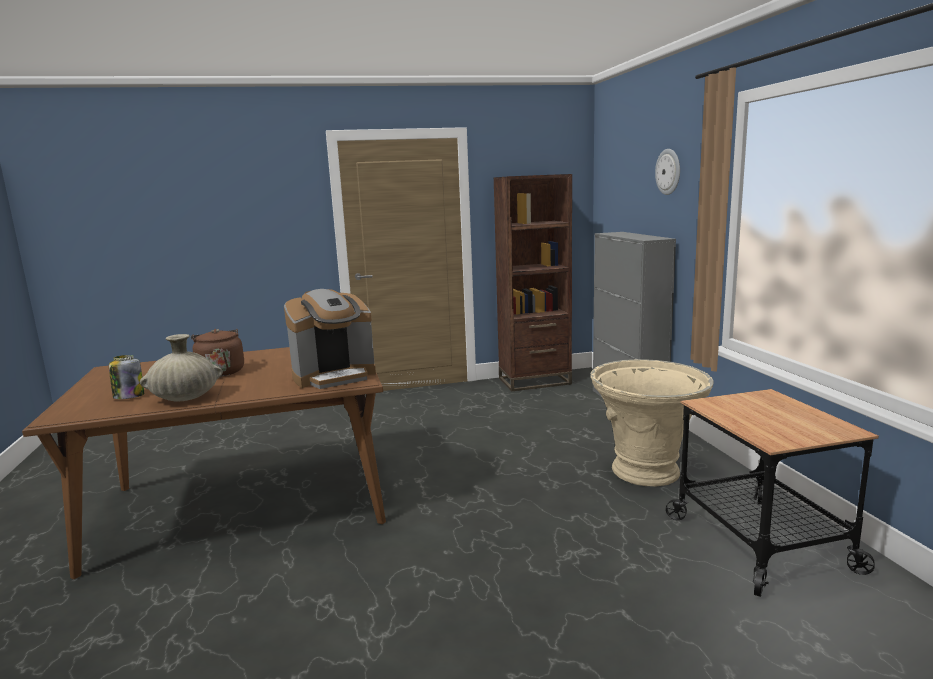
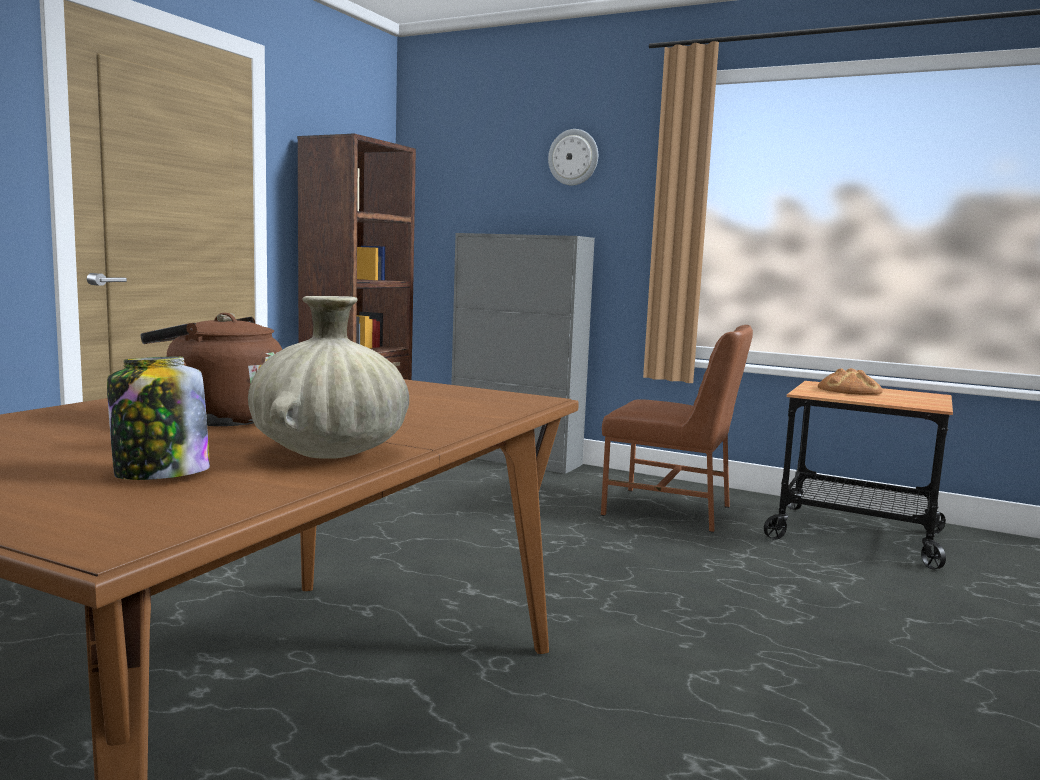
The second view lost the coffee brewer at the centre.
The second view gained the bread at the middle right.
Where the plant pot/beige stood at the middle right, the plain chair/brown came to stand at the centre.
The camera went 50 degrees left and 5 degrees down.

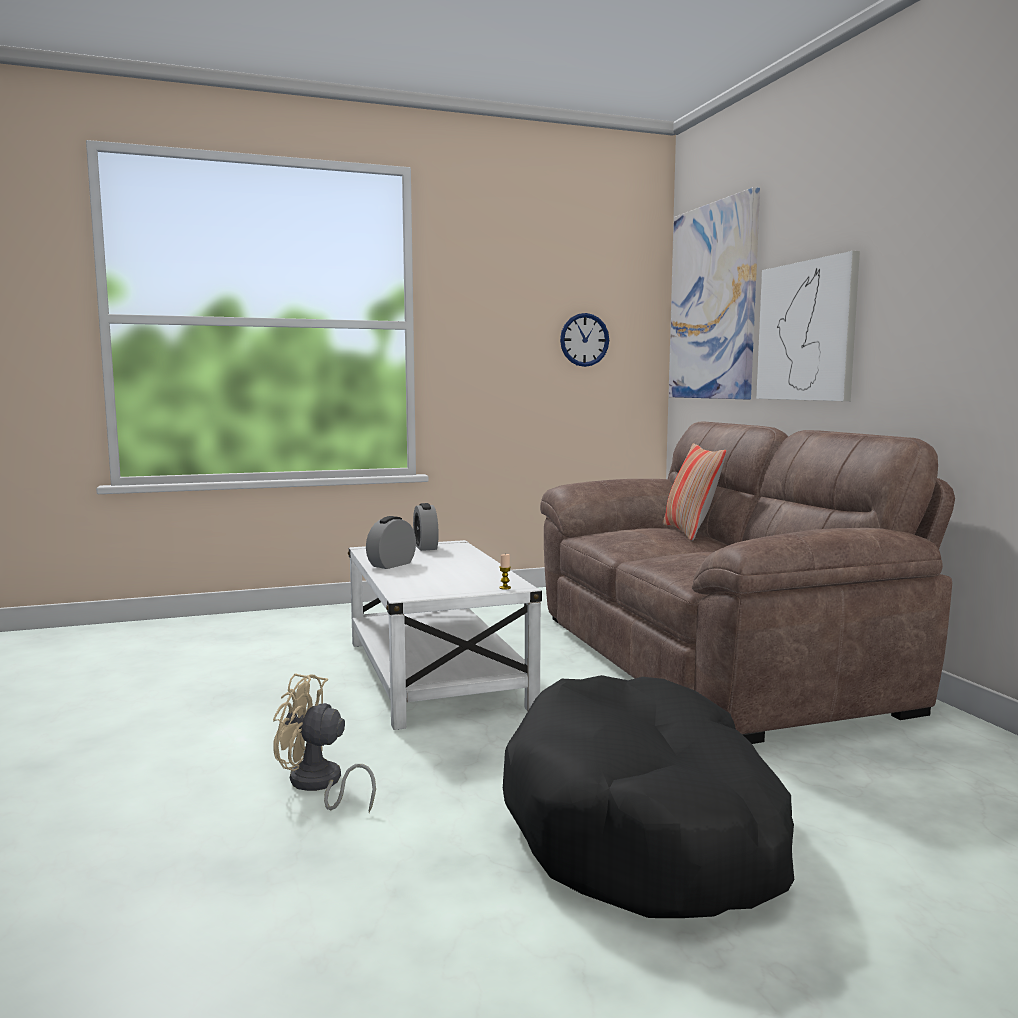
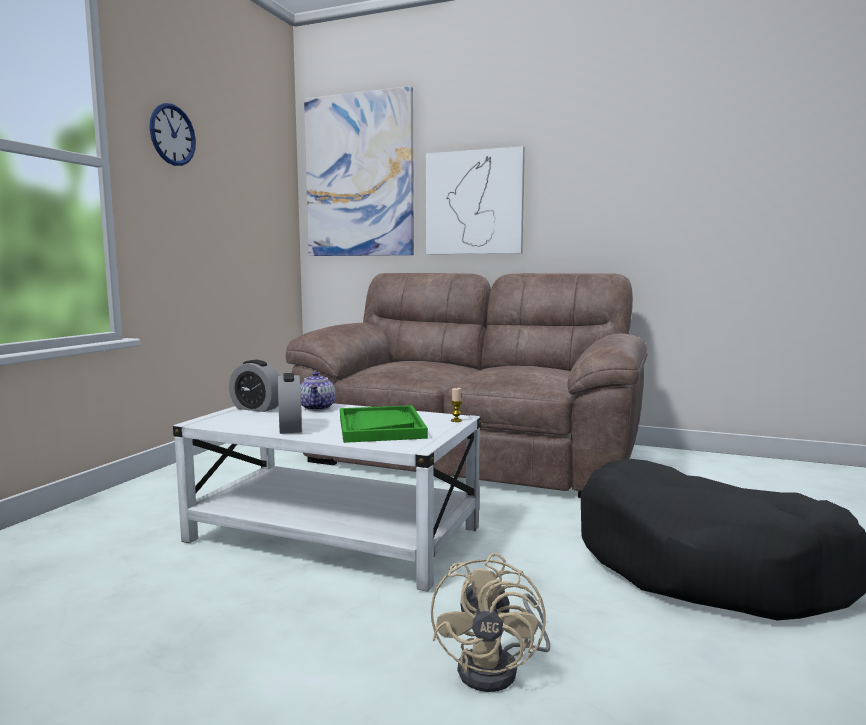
The second view lost the pillow at the middle right.
The second view gained the teapot at the centre.
The second view gained the carrying tray/green-coloured at the centre.
The hanging clock ended up elsewhere, having gone from the centre to the top left.
The fan/beige at the bottom left ended up facing another way, 45 degrees counterclockwise from before.
The camera went 50 degrees left and 0 degrees up.

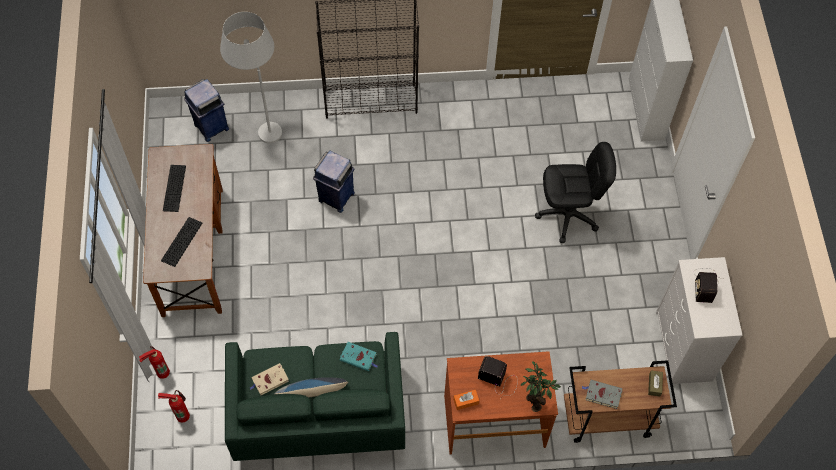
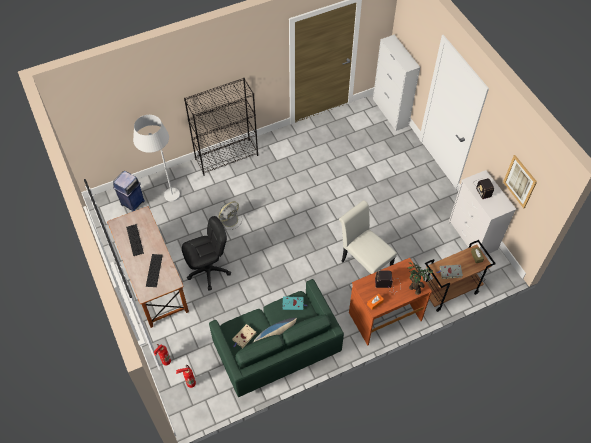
The second view gained the plain chair/white-coloured at the centre.
The second view gained the picture at the middle right.
The desk chair/black ended up elsewhere, having gone from the middle right to the centre.
Where the trash can/blue-coloured (2nd from left) stood at the centre, the fan/grey came to stand at the centre.
The camera went 20 degrees left and 5 degrees down.

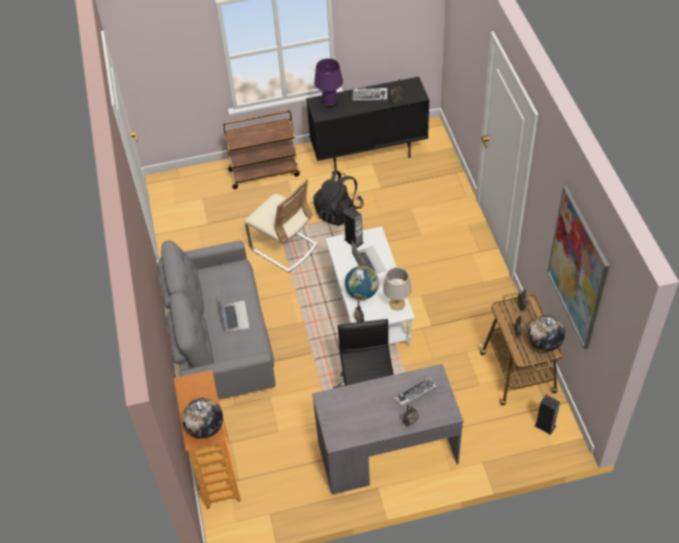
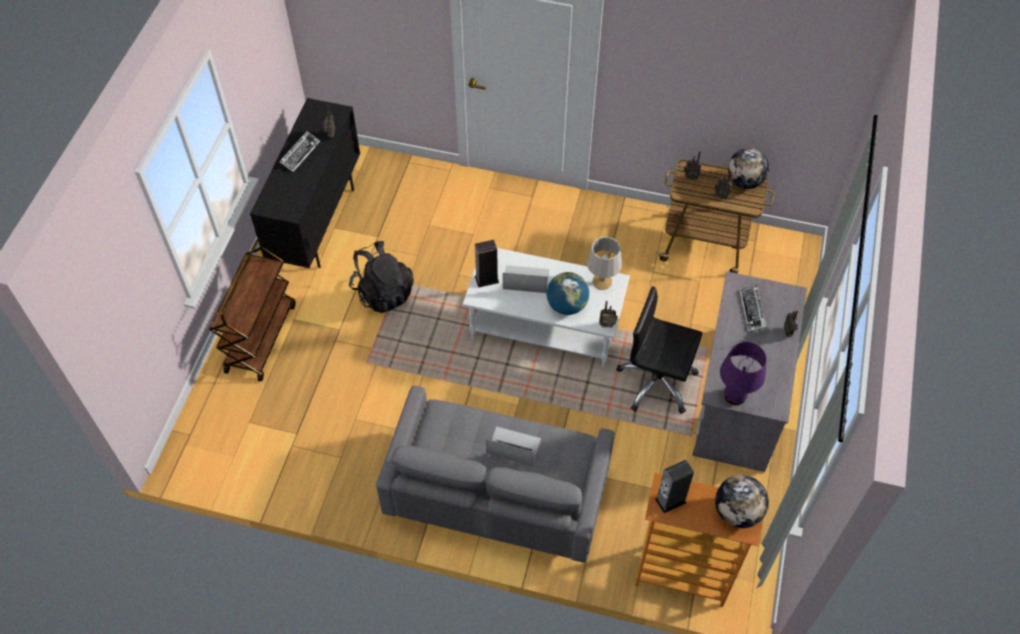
The second view lost the plain chair/beige at the centre.
The second view lost the picture at the middle right.
The table lamp/purple ended up elsewhere, having gone from the top centre to the middle right.
The loudspeaker (2nd from left) ended up elsewhere, having gone from the bottom right to the bottom centre.
The camera went 65 degrees left and 5 degrees up.

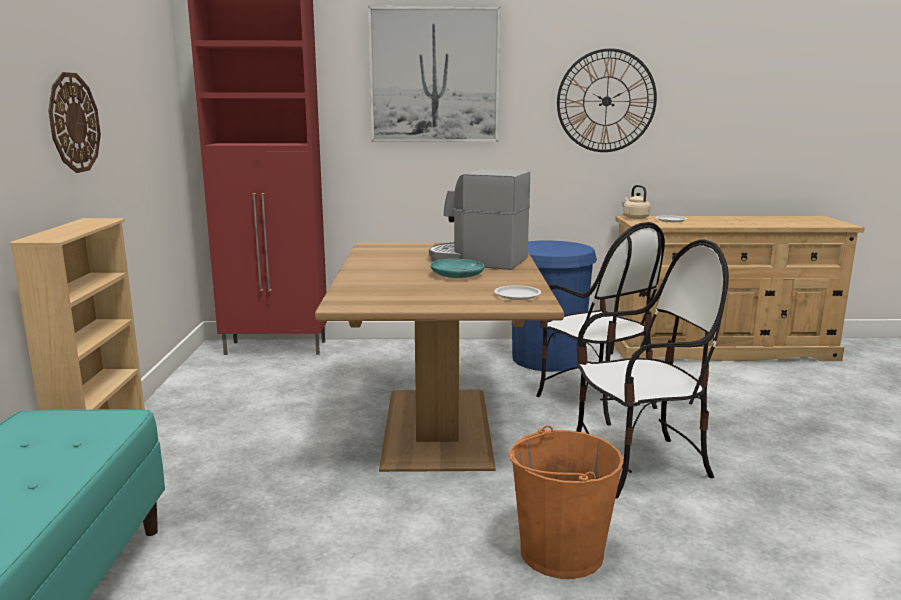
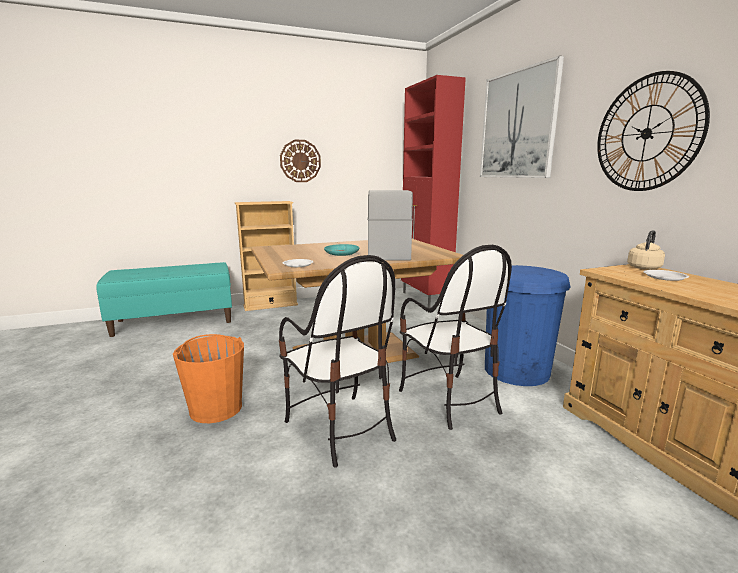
The plain chair (1st from left in the first image) at the centre ended up facing another way, 60 degrees counterclockwise from before.
The camera went 70 degrees right and 0 degrees up.

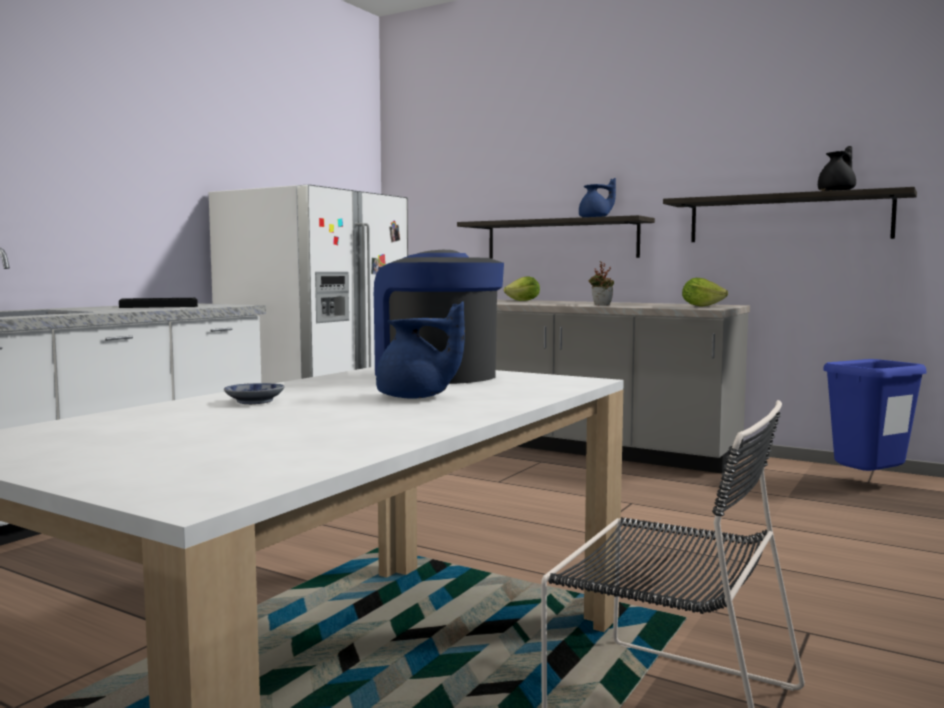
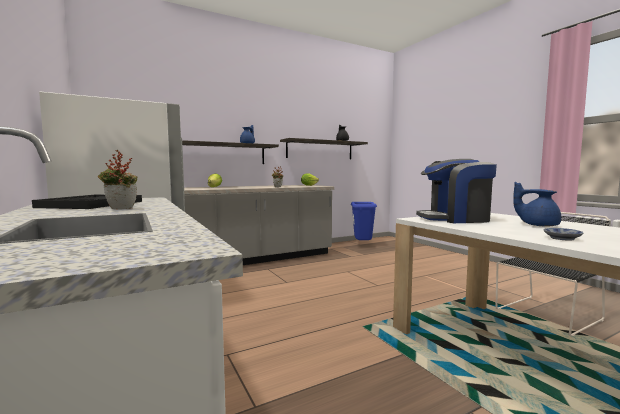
The second view gained the houseplant (1st from left) at the middle left.
The teapot/blue-coloured (1st from left in the first image) at the centre ended up facing another way, 105 degrees counterclockwise from before.
The camera went 60 degrees left and 0 degrees up.

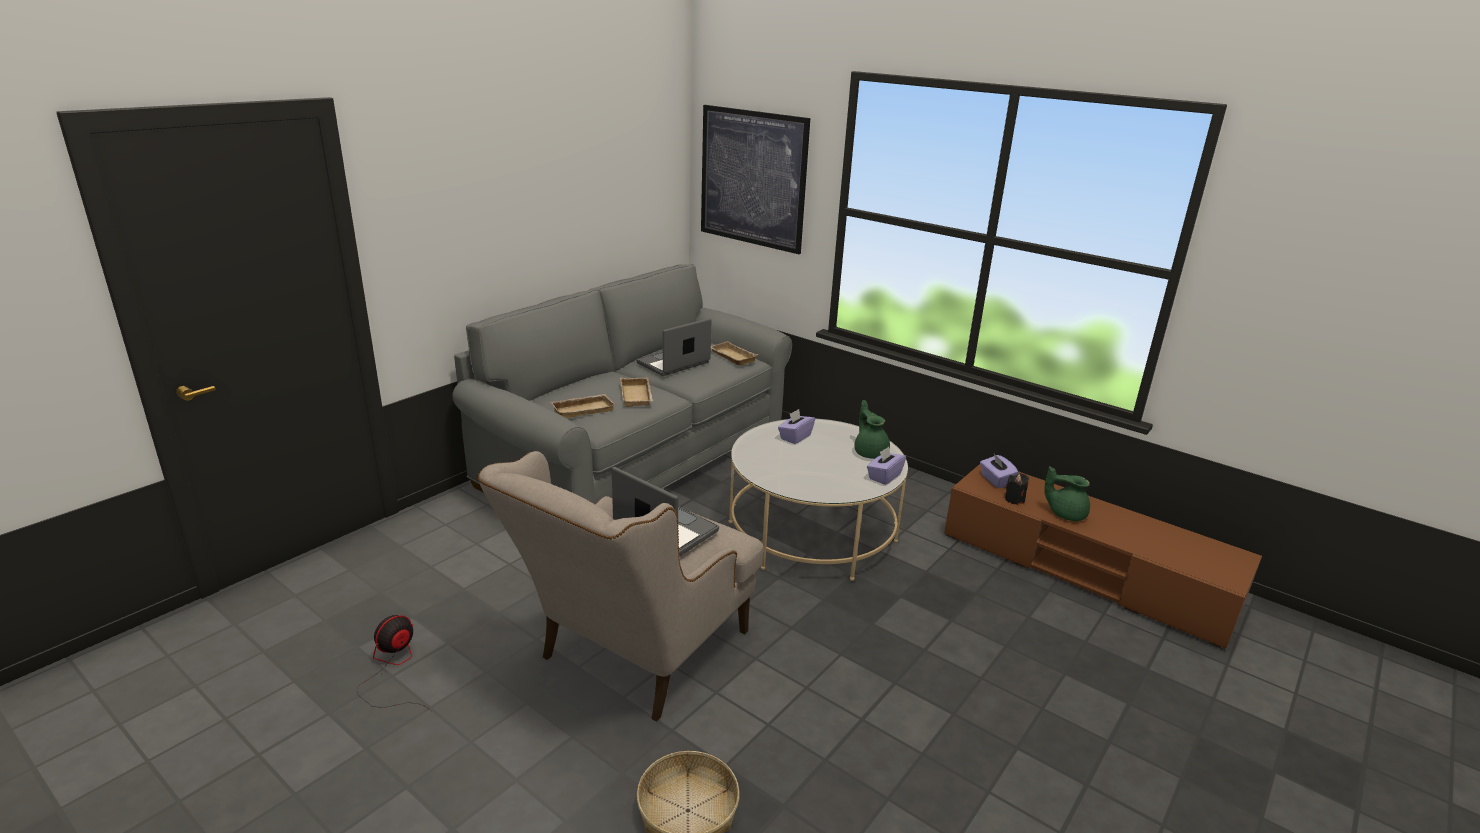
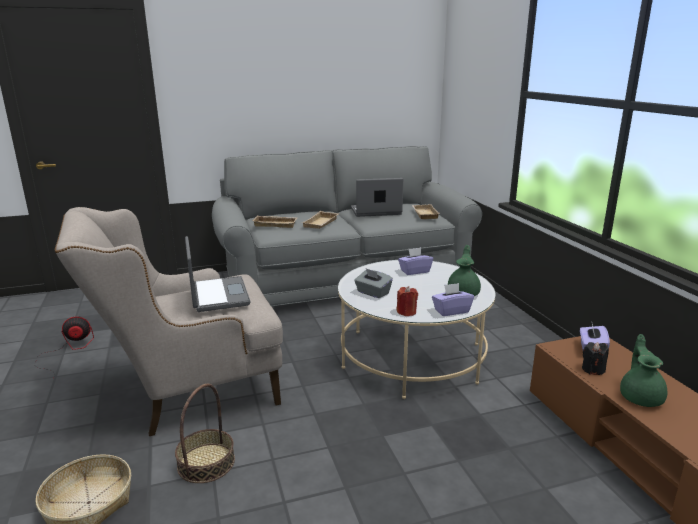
The second view lost the picture at the top centre.
The second view gained the basket (2nd from left) at the bottom left.
The second view gained the tissue box/grey at the centre.
The second view gained the wax light/reddish at the centre.
The teapot/green-coloured (2nd from left) at the middle right ended up facing another way, 45 degrees clockwise from before.
The camera went 35 degrees right and 5 degrees down.

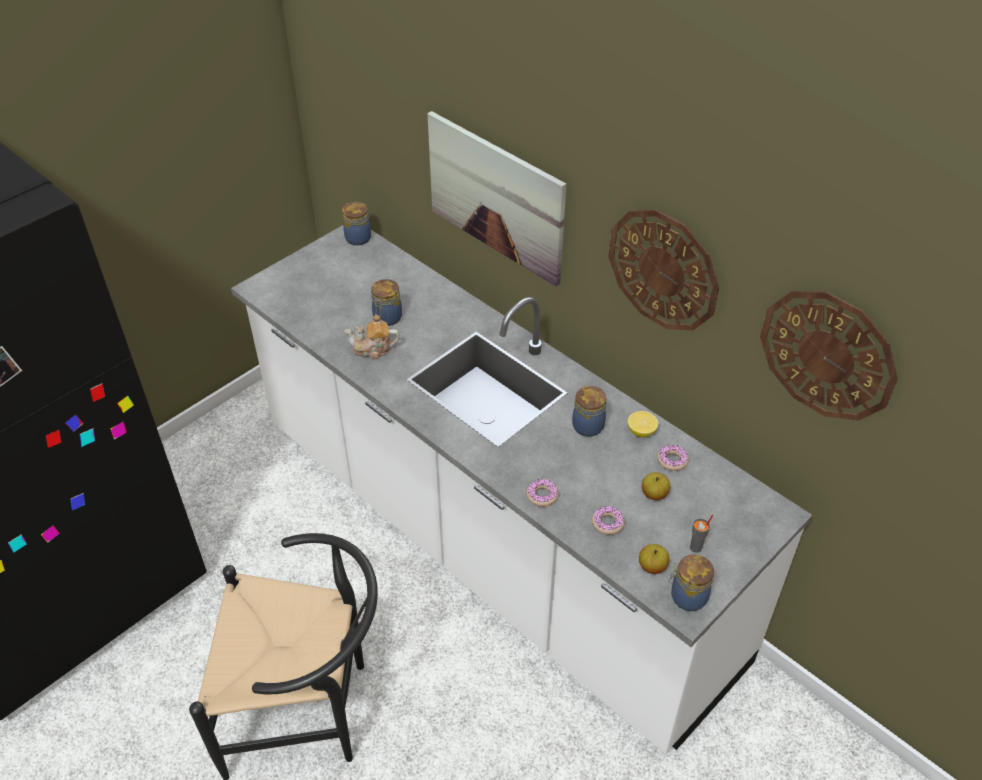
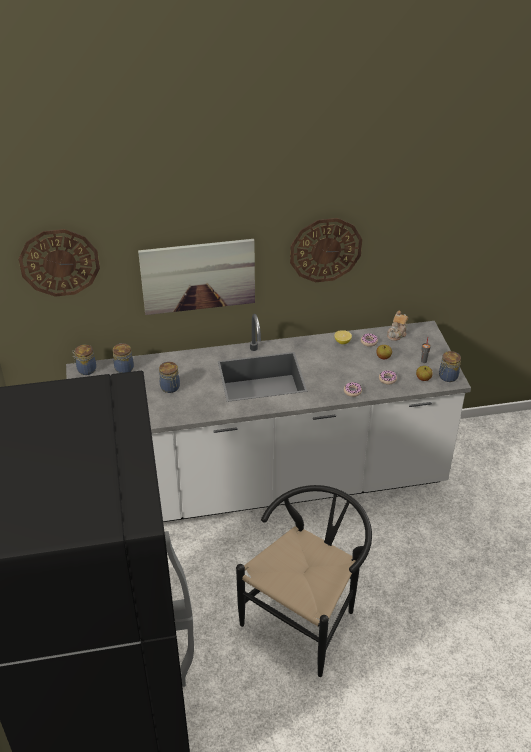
The teapot ended up elsewhere, having gone from the centre to the middle right.
The preserve jar (3rd from left in the first image) ended up elsewhere, having gone from the centre to the middle left.
The hanging clock (2nd from left in the first image) ended up elsewhere, having gone from the middle right to the middle left.
The camera went 55 degrees left and 5 degrees down.

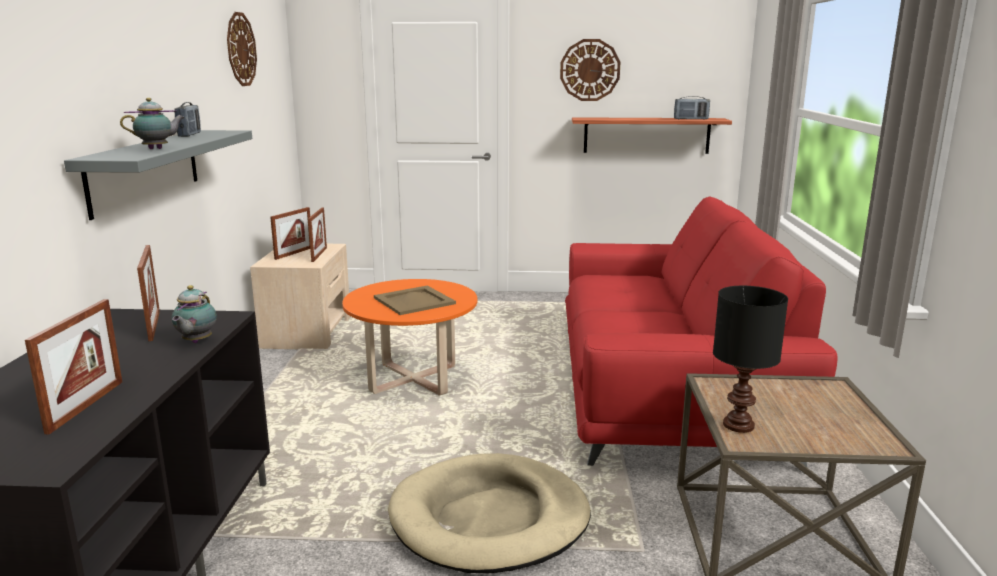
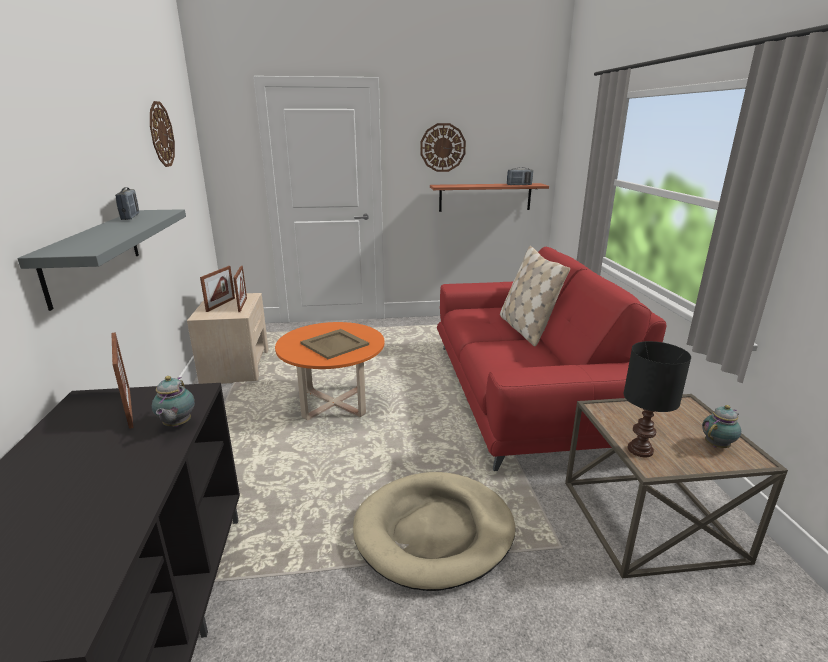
The second view lost the photo frame (1st from left) at the middle left.
The second view gained the pillow/beige at the centre.
The teapot (1st from left in the first image) ended up elsewhere, having gone from the top left to the middle right.
The camera went 10 degrees left and 5 degrees up.

